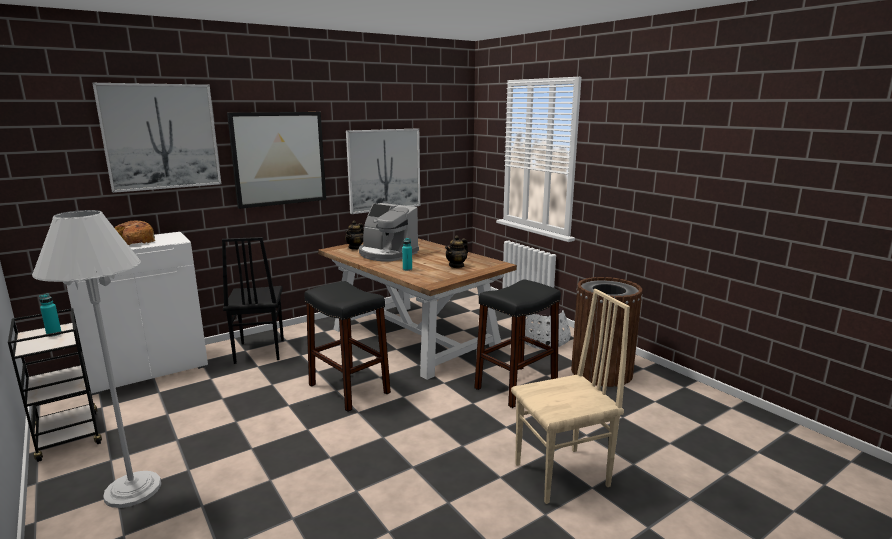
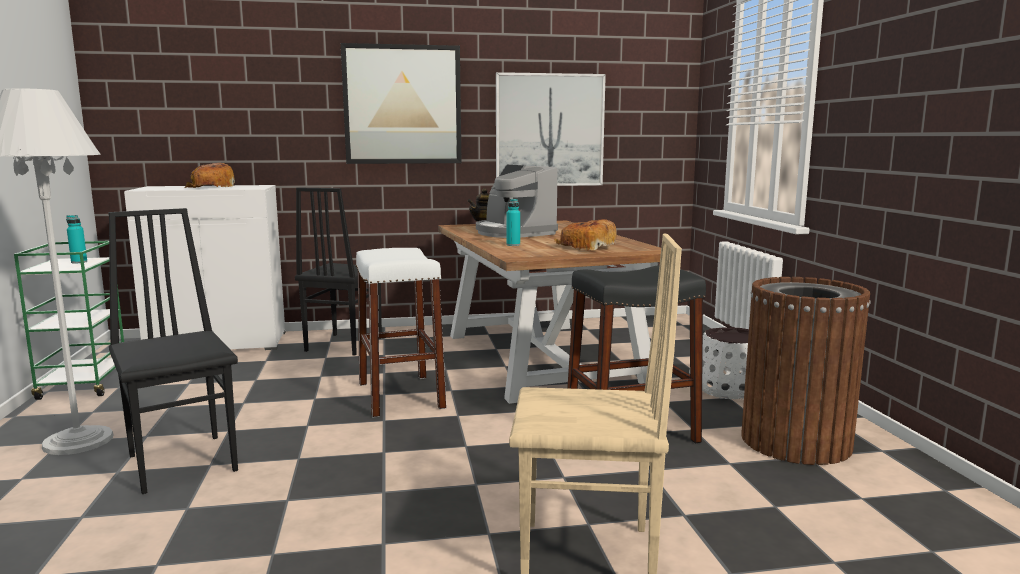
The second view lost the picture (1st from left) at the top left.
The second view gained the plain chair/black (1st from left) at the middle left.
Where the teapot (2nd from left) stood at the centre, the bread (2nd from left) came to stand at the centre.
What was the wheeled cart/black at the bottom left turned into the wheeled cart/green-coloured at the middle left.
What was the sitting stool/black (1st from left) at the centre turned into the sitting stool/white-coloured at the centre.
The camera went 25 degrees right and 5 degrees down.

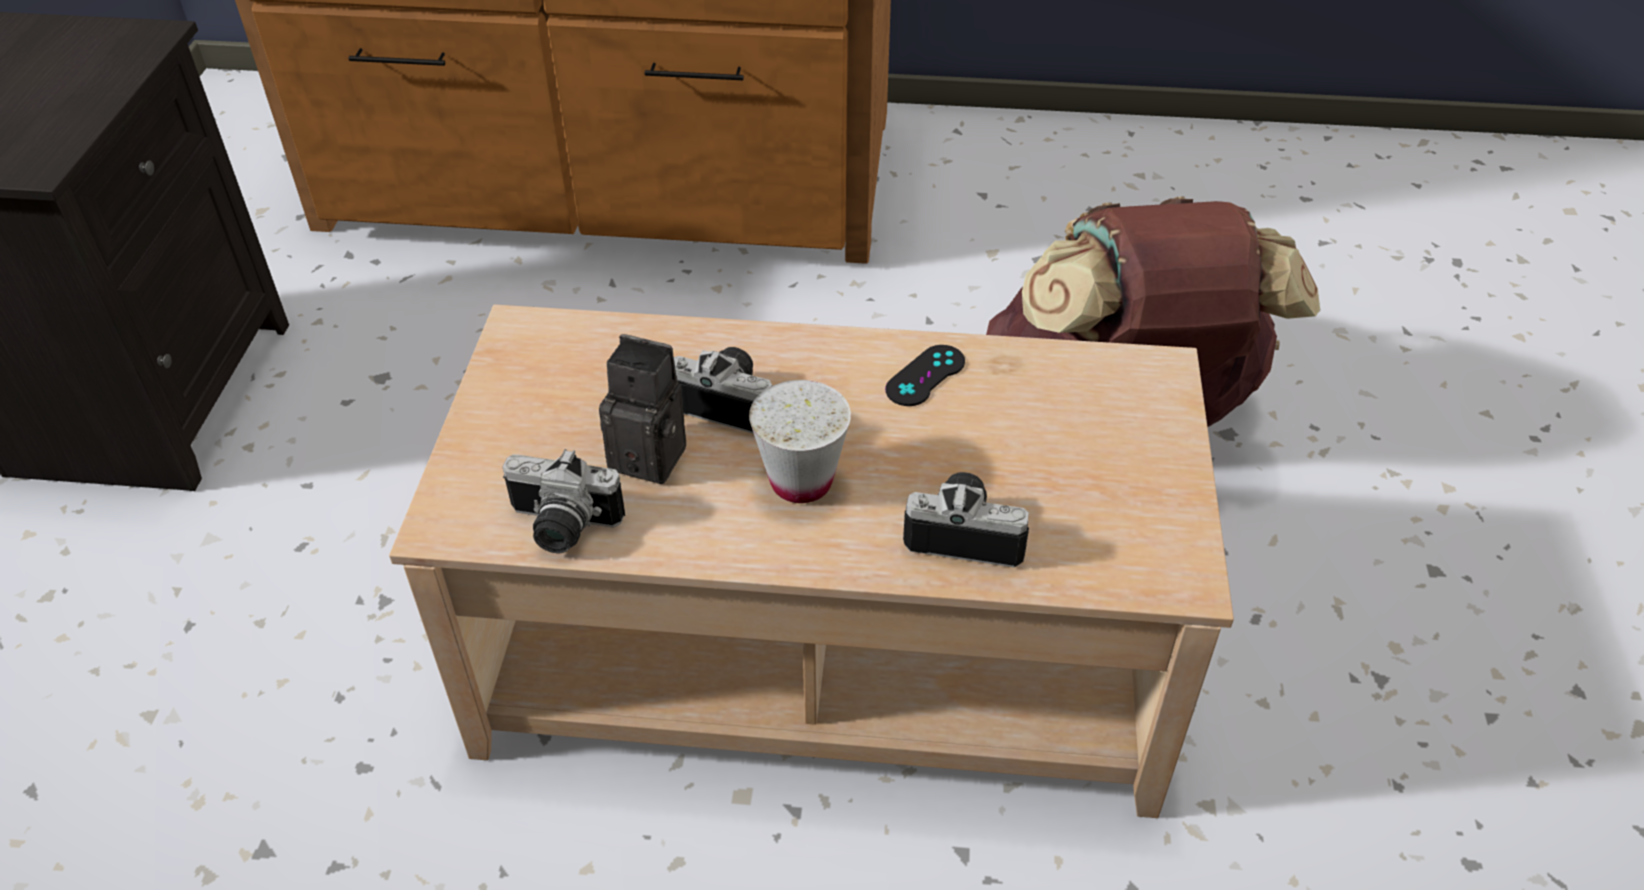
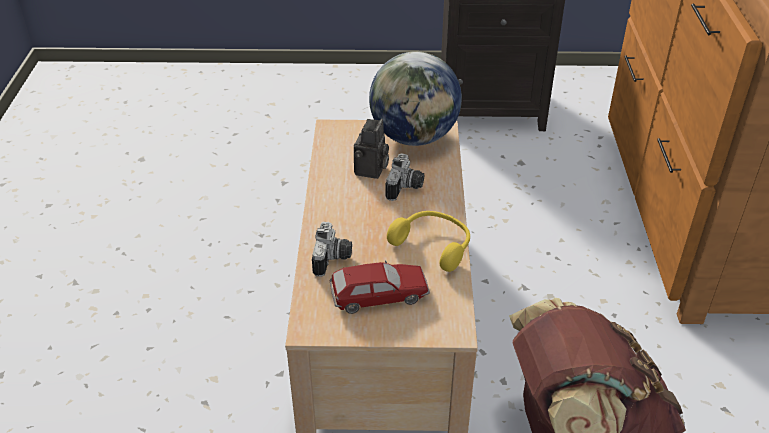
The second view lost the photo camera (1st from left) at the centre.
The second view lost the small cup/white-coloured at the centre.
The second view gained the miniature car at the centre.
The second view gained the desk globe at the top centre.
Where the joypad/black stood at the centre, the pair of headphones/yellowish came to stand at the centre.
The camera went 85 degrees right and 5 degrees down.

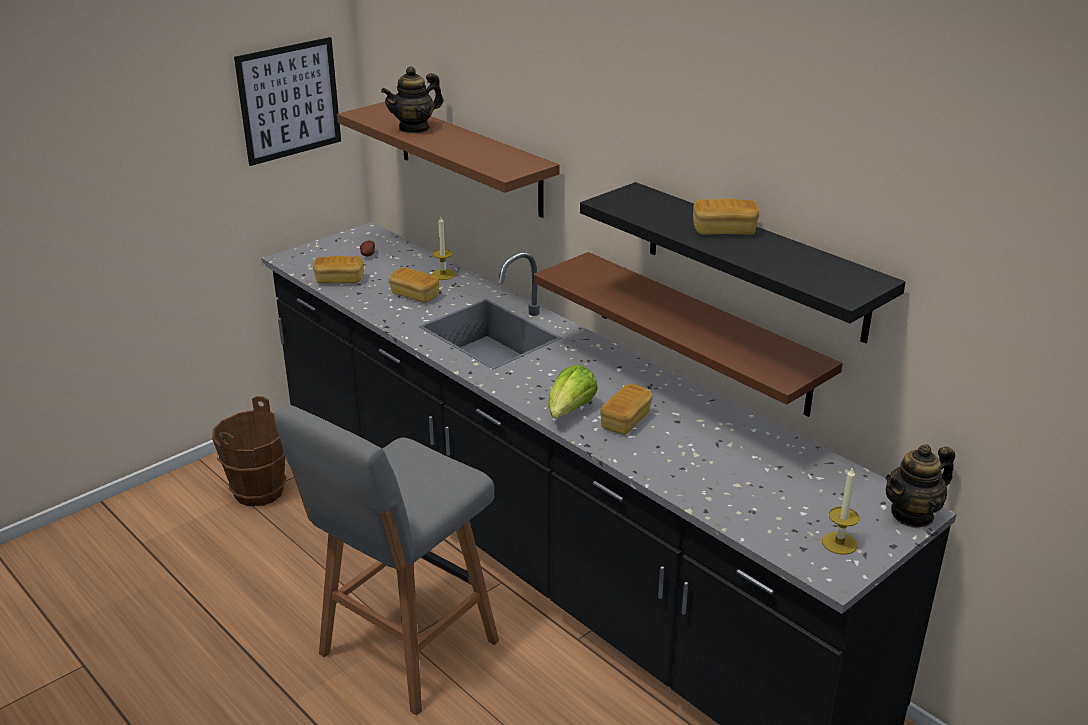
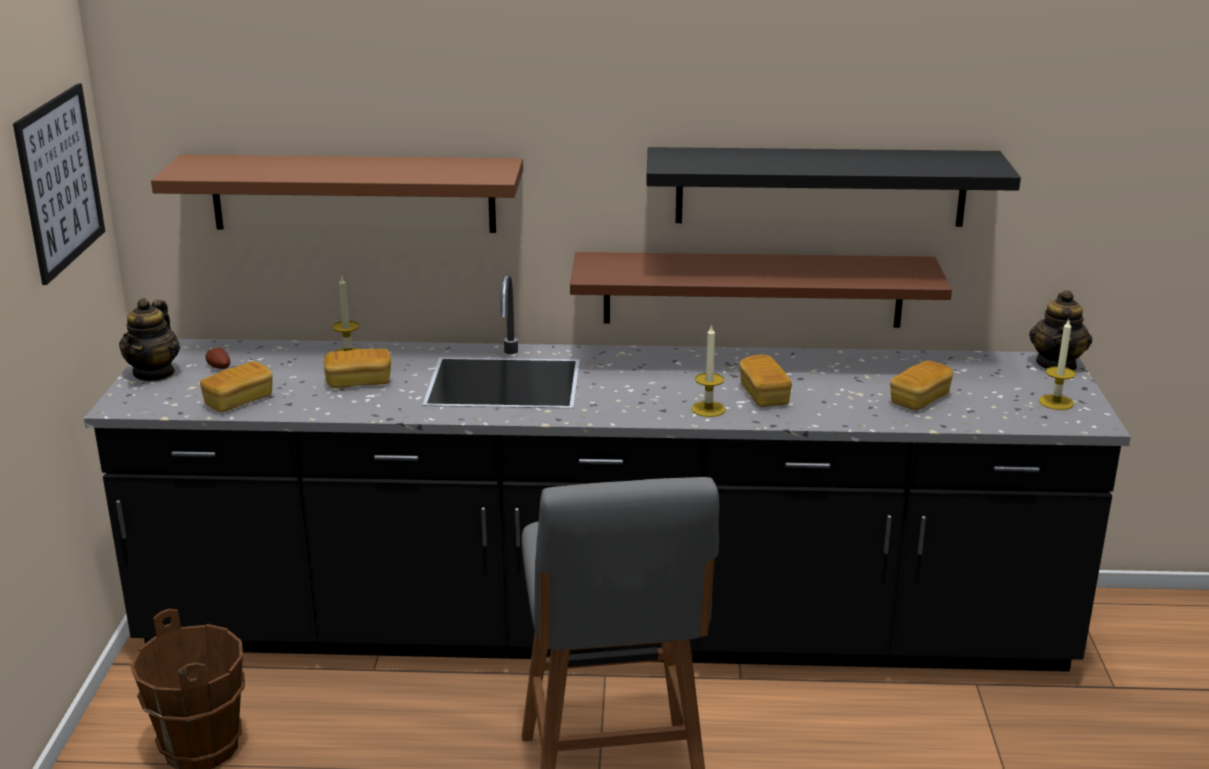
The teapot (1st from left) ended up elsewhere, having gone from the top centre to the middle left.
The bread (4th from left) ended up elsewhere, having gone from the top right to the middle right.
Where the lettuce stood at the centre, the wax light (2nd from left) came to stand at the centre.
The camera went 45 degrees left and 5 degrees down.

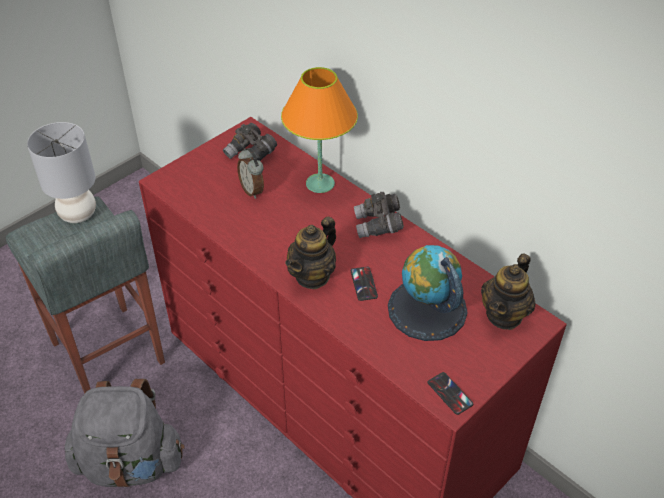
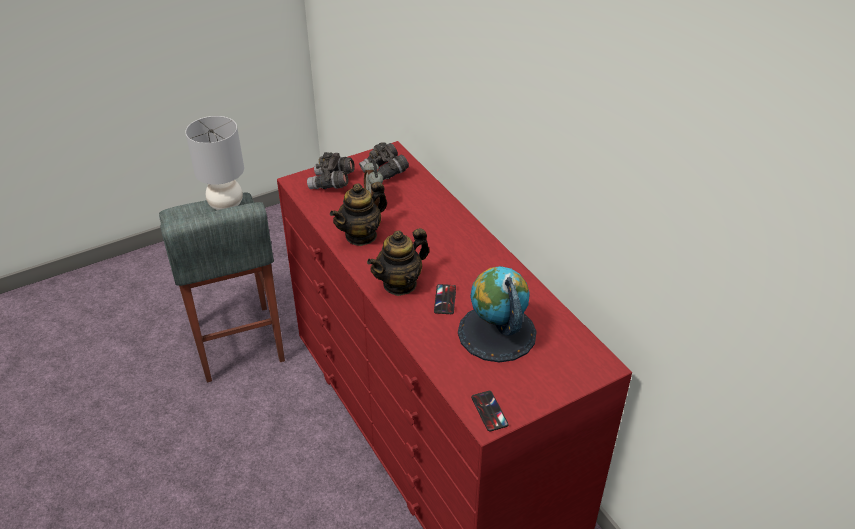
The second view lost the rucksack/grey at the bottom left.
The second view lost the table lamp/orange-coloured at the top centre.
The field glasses/grey (2nd from left in the first image) ended up elsewhere, having gone from the centre to the top centre.
The teapot (2nd from left in the first image) ended up elsewhere, having gone from the middle right to the centre.
The camera went 15 degrees right and 5 degrees down.

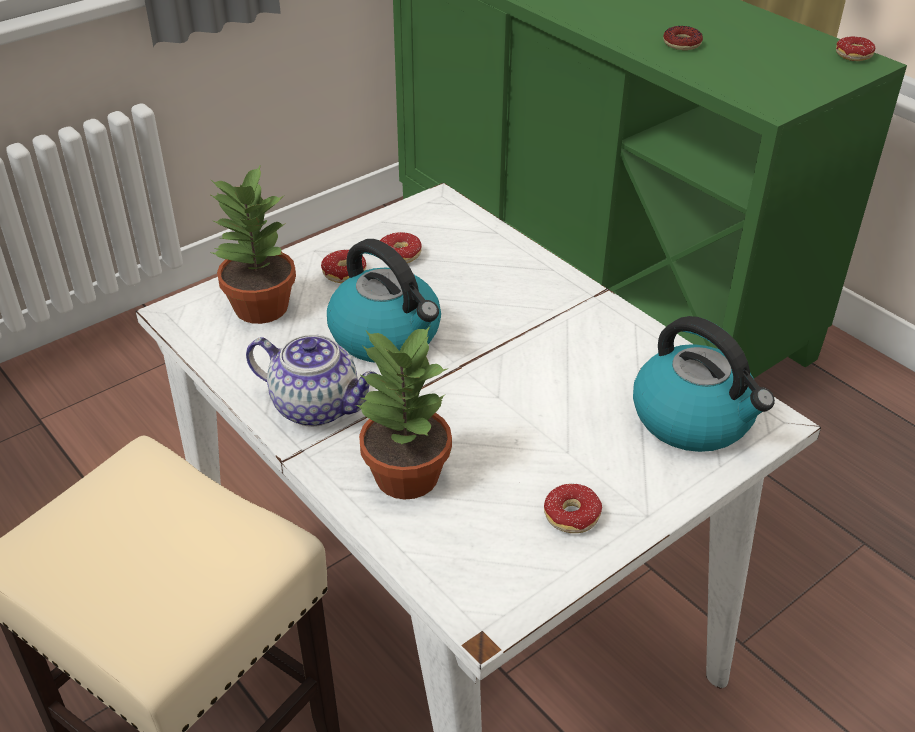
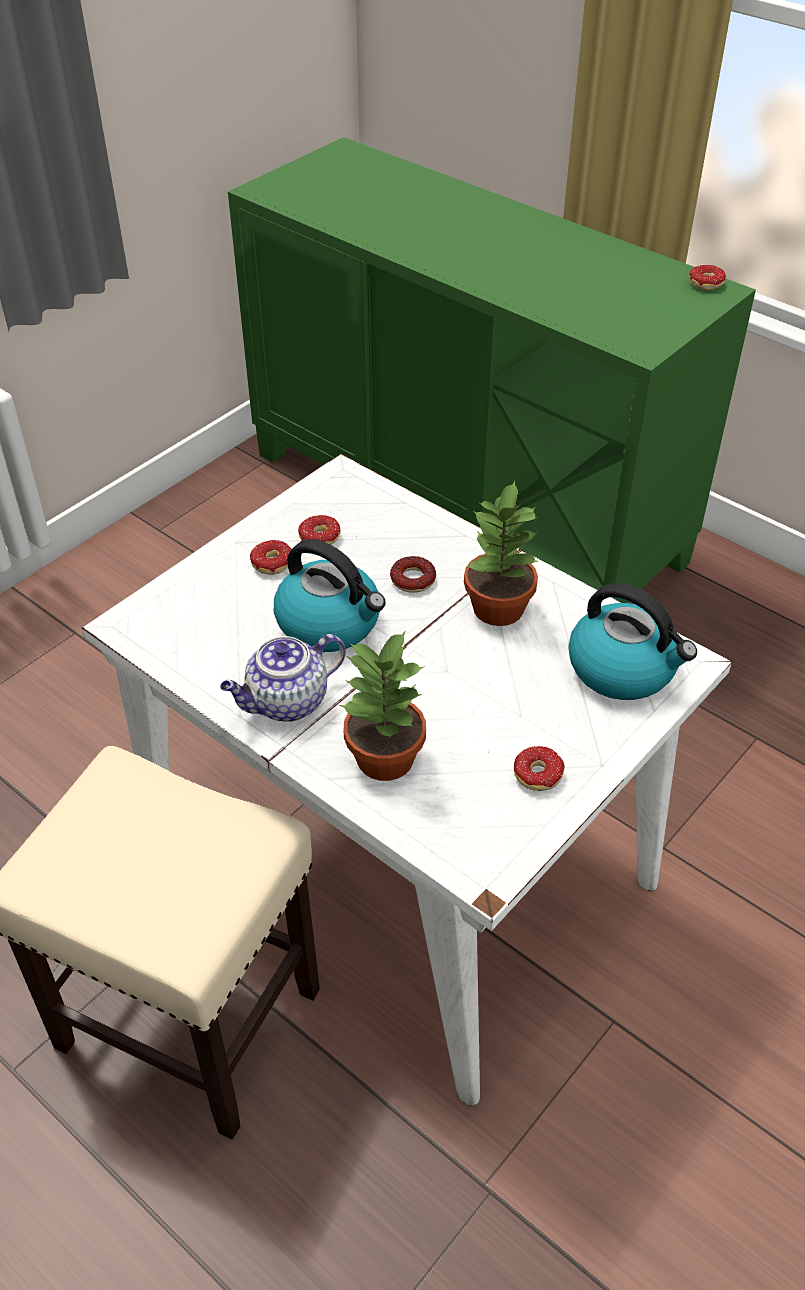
The houseplant (1st from left in the first image) ended up elsewhere, having gone from the middle left to the centre.
The ring doughnut (4th from left in the first image) ended up elsewhere, having gone from the top right to the centre.
The teapot at the centre ended up facing another way, 135 degrees clockwise from before.
The camera went 10 degrees left and 5 degrees up.

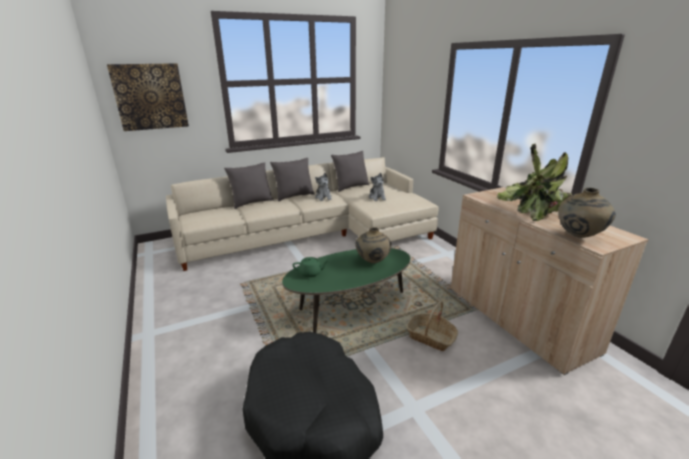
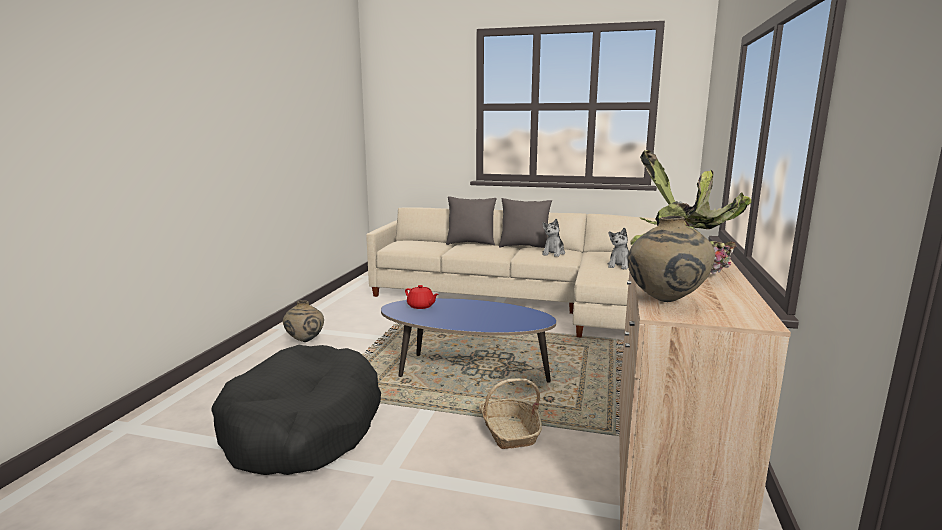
The second view lost the picture at the top left.
The second view lost the pillow/grey (3rd from left) at the centre.
The flower vase/beige (1st from left) ended up elsewhere, having gone from the centre to the middle left.
What was the low table/green-coloured at the centre turned into the low table/blue-coloured at the centre.
What was the teapot/green-coloured at the centre turned into the teapot/reddish at the centre.
The camera went 40 degrees right and 10 degrees down.

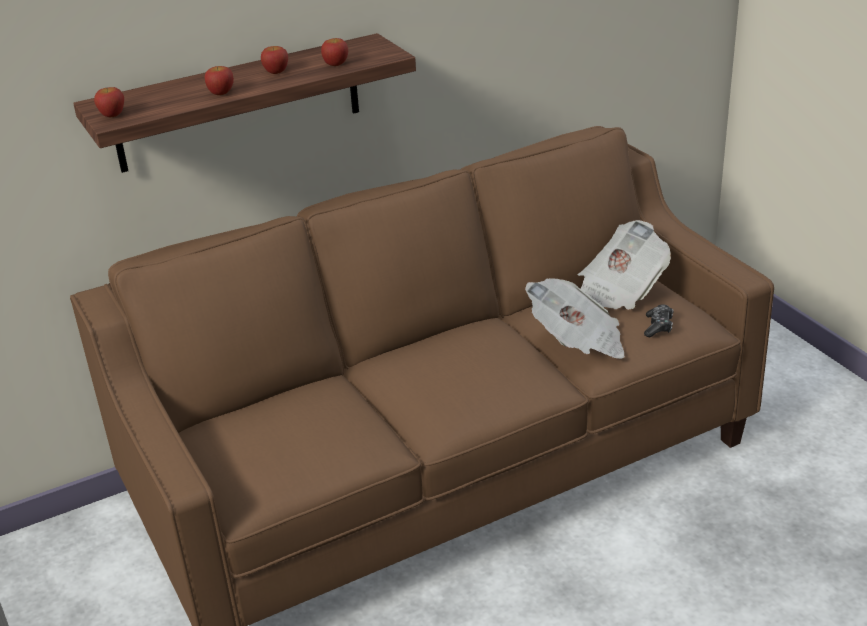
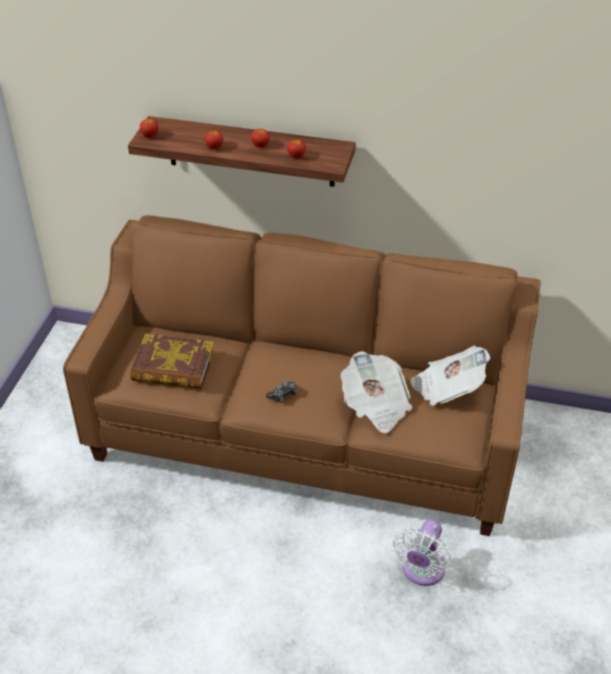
The second view gained the volume at the middle left.
The second view gained the fan/white-coloured at the bottom right.
The joypad ended up elsewhere, having gone from the middle right to the centre.
The camera went 40 degrees right and 10 degrees up.

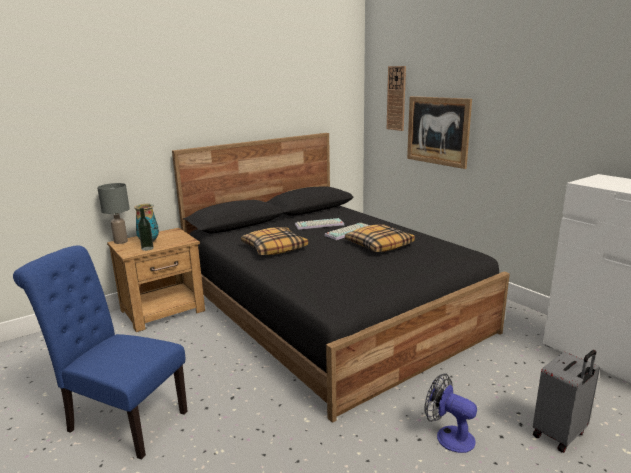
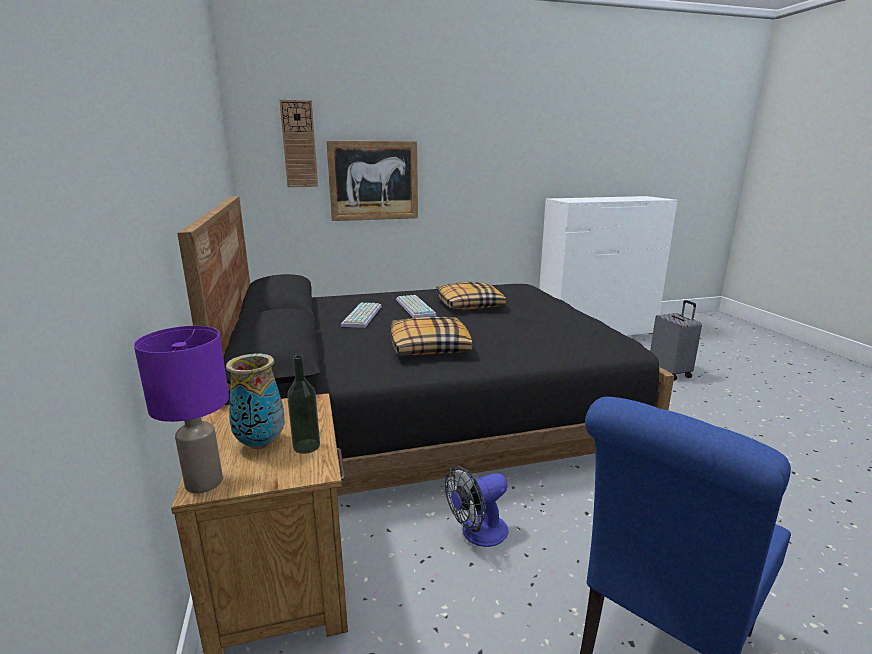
The fan ended up elsewhere, having gone from the bottom right to the bottom centre.
What was the table lamp/grey at the middle left turned into the table lamp/purple at the middle left.
The camera went 70 degrees left and 0 degrees up.

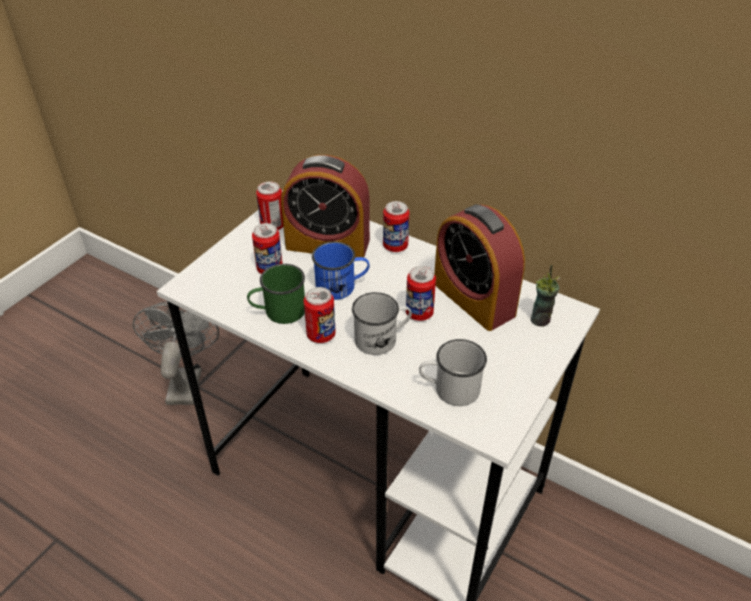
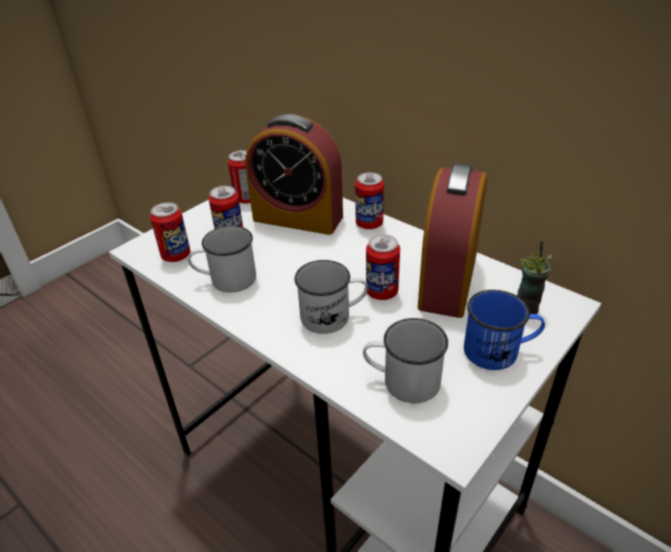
The second view lost the fan/grey at the middle left.
The metal can (3rd from left in the first image) ended up elsewhere, having gone from the centre to the middle left.
The mug/blue-coloured ended up elsewhere, having gone from the centre to the middle right.
What was the mug/green-coloured at the centre turned into the mug/white-coloured (1st from left) at the middle left.
The bedside clock (2nd from left) at the centre ended up facing another way, 45 degrees clockwise from before.
The camera went 10 degrees right and 5 degrees down.

